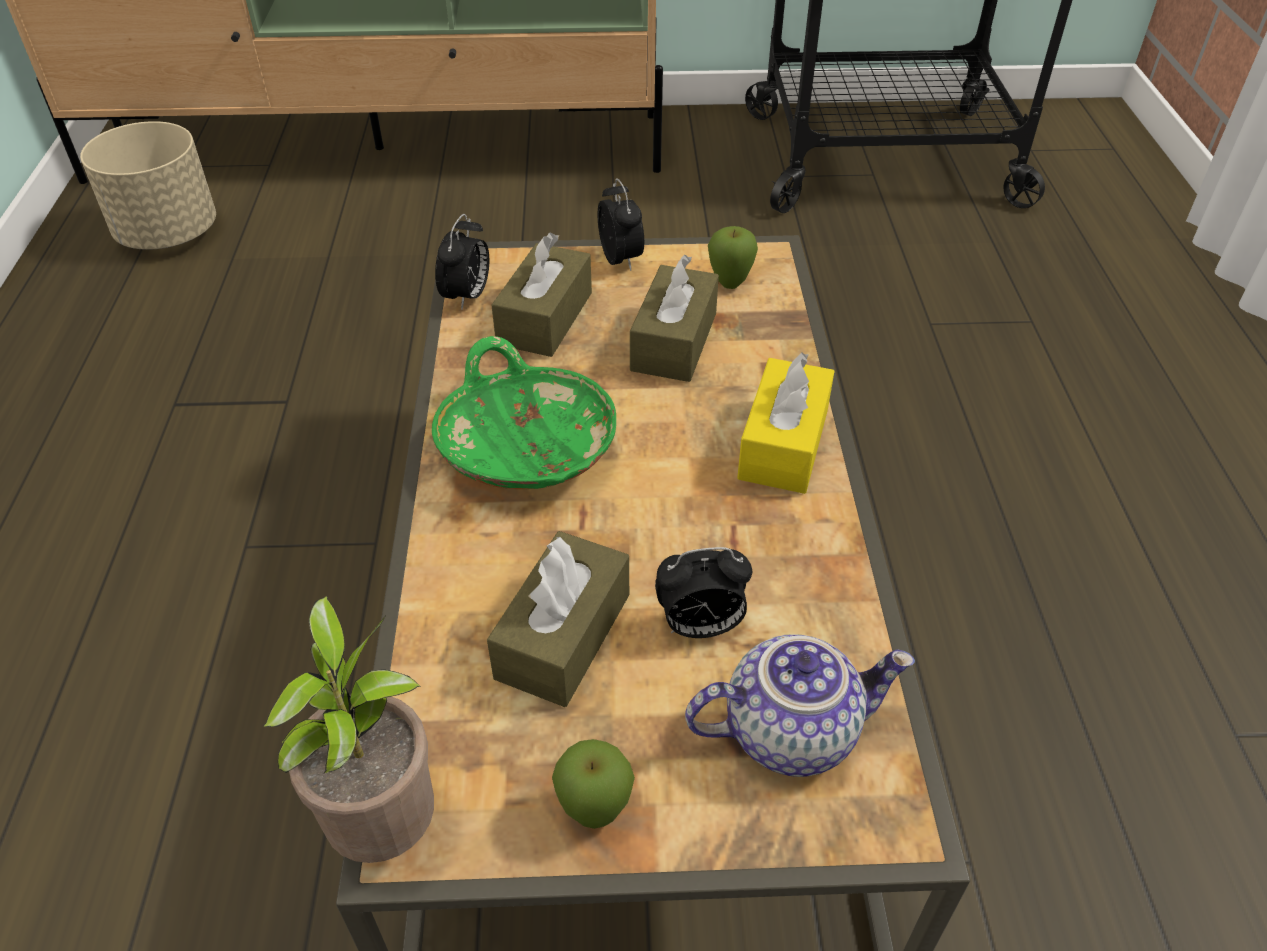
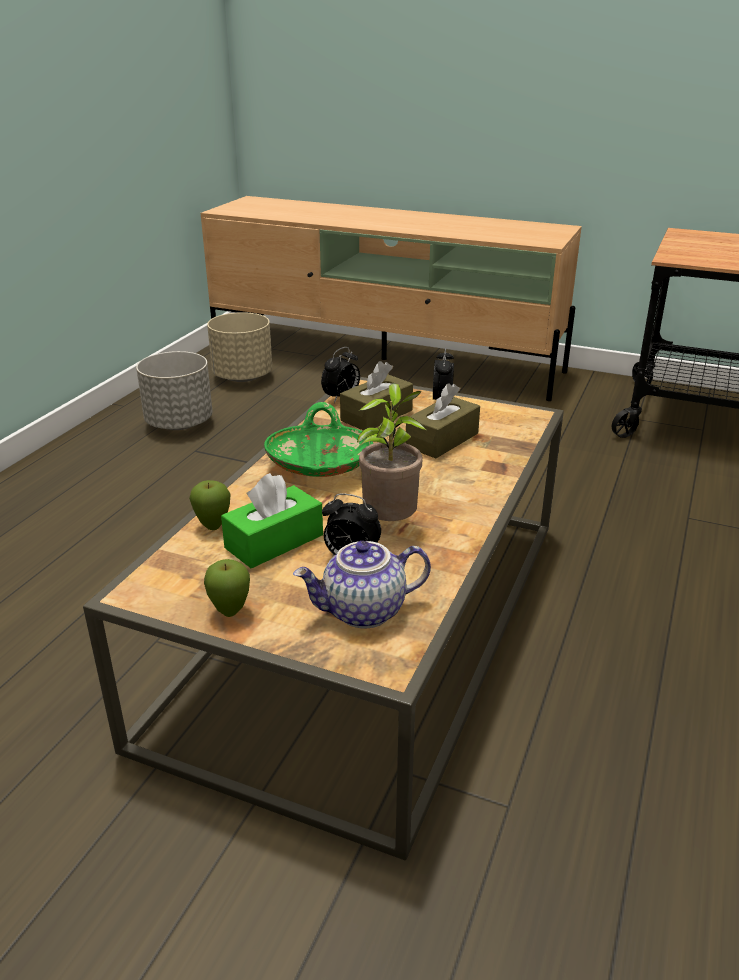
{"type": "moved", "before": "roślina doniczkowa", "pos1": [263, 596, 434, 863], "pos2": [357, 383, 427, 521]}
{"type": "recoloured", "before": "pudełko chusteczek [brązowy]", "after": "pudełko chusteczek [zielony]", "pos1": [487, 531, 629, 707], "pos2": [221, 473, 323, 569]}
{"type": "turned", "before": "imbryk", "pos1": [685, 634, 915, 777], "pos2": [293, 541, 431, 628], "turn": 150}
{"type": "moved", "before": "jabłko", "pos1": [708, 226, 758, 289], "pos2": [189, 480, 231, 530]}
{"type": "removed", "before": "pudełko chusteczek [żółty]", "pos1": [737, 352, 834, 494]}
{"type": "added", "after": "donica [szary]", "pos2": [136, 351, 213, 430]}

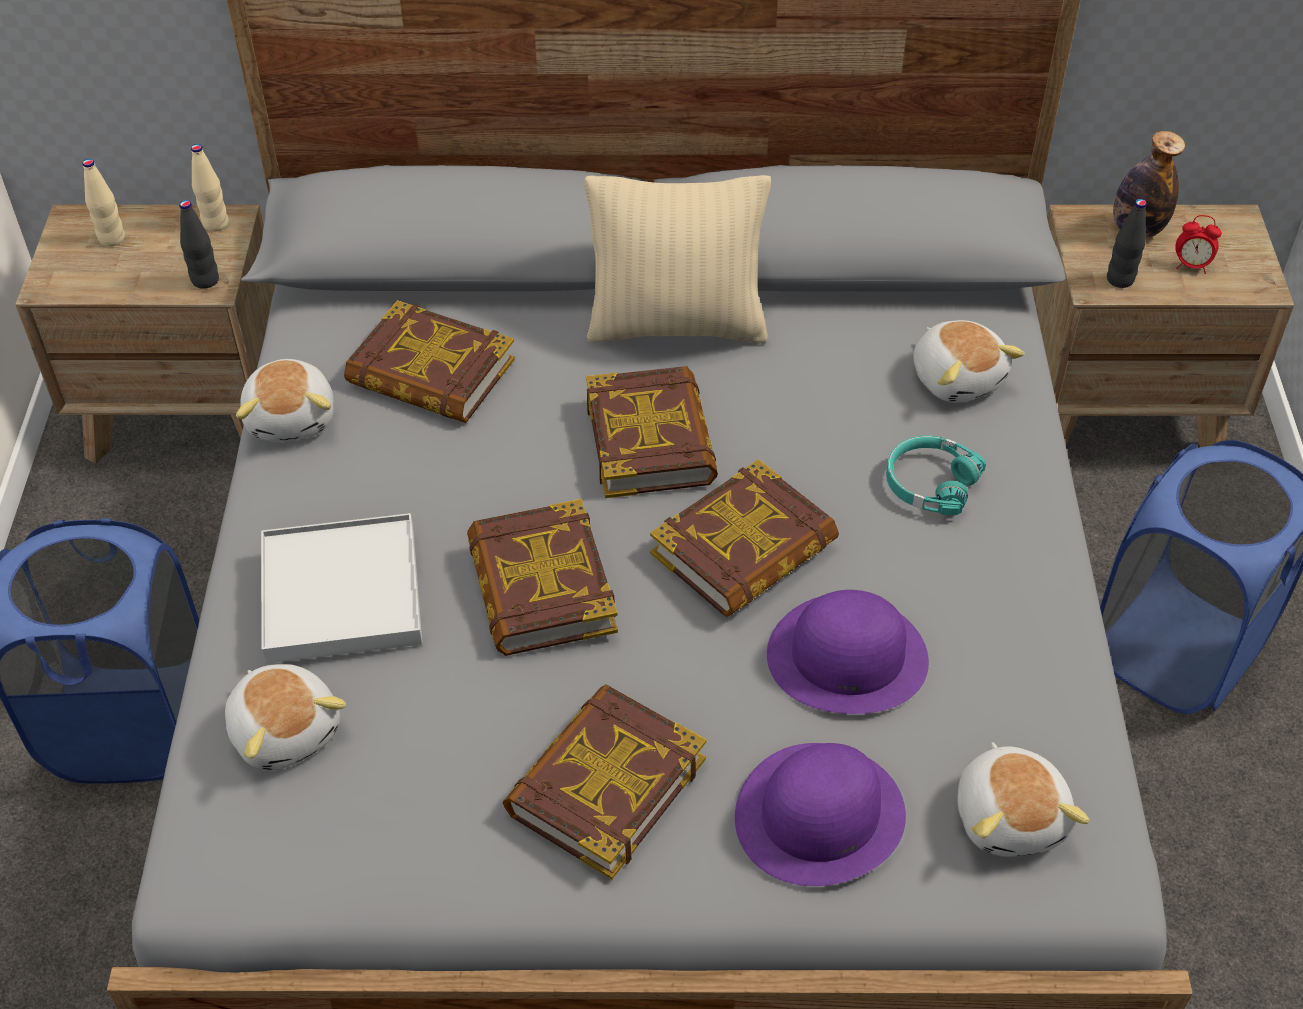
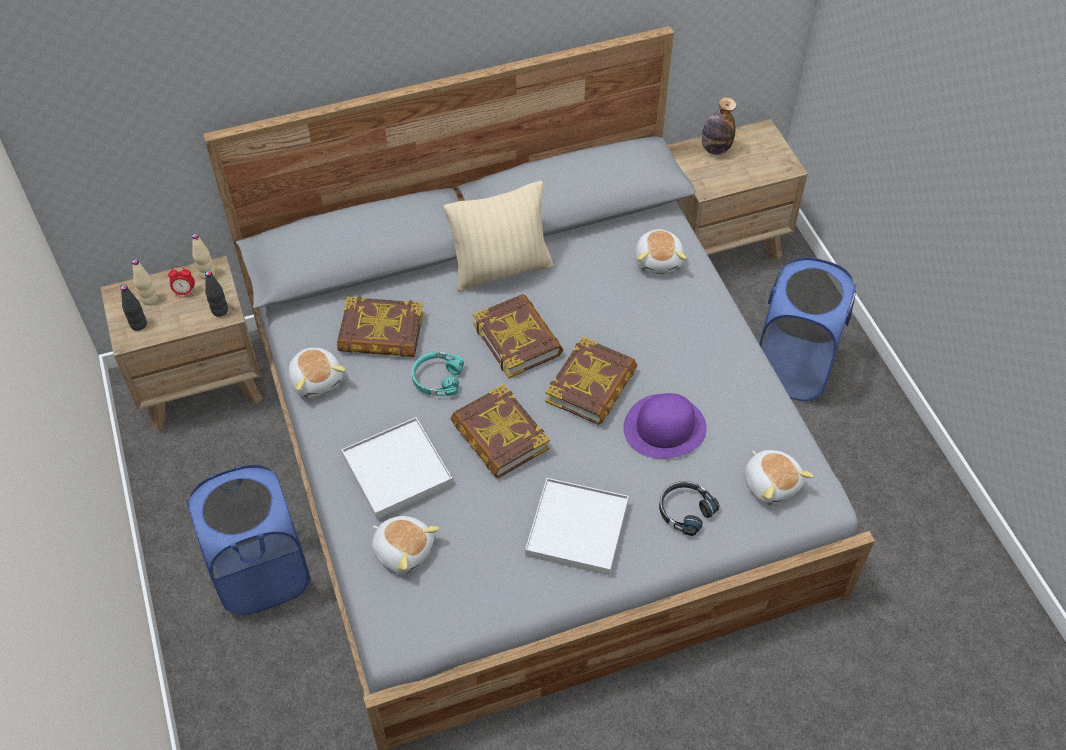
{"type": "replaced", "before": "książka", "after": "taca [biały]", "pos1": [503, 684, 707, 880], "pos2": [525, 478, 629, 576]}
{"type": "replaced", "before": "kapelusz [fioletowy]", "after": "słuchawki [czarny]", "pos1": [735, 743, 906, 886], "pos2": [659, 481, 720, 536]}
{"type": "moved", "before": "słuchawki [turkusowy]", "pos1": [886, 435, 986, 515], "pos2": [411, 352, 464, 396]}
{"type": "turned", "before": "pluszak", "pos1": [913, 320, 1024, 403], "pos2": [635, 229, 687, 274], "turn": 45}
{"type": "moved", "before": "butelka [czarny]", "pos1": [1107, 199, 1147, 288], "pos2": [120, 285, 147, 331]}
{"type": "moved", "before": "budzik", "pos1": [1175, 215, 1222, 274], "pos2": [168, 266, 195, 297]}

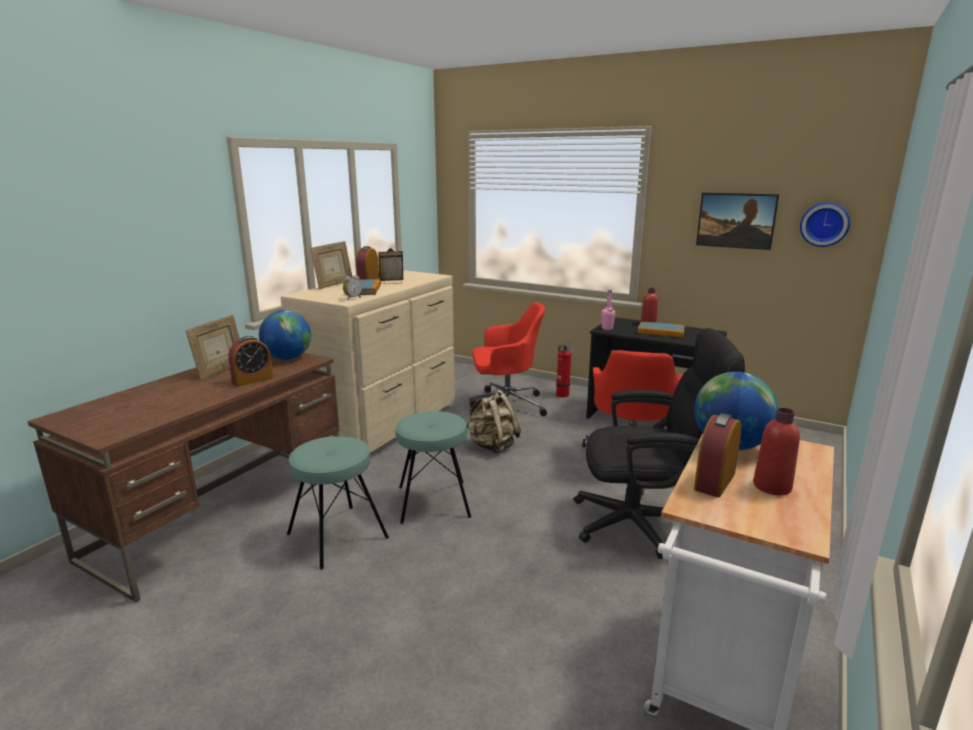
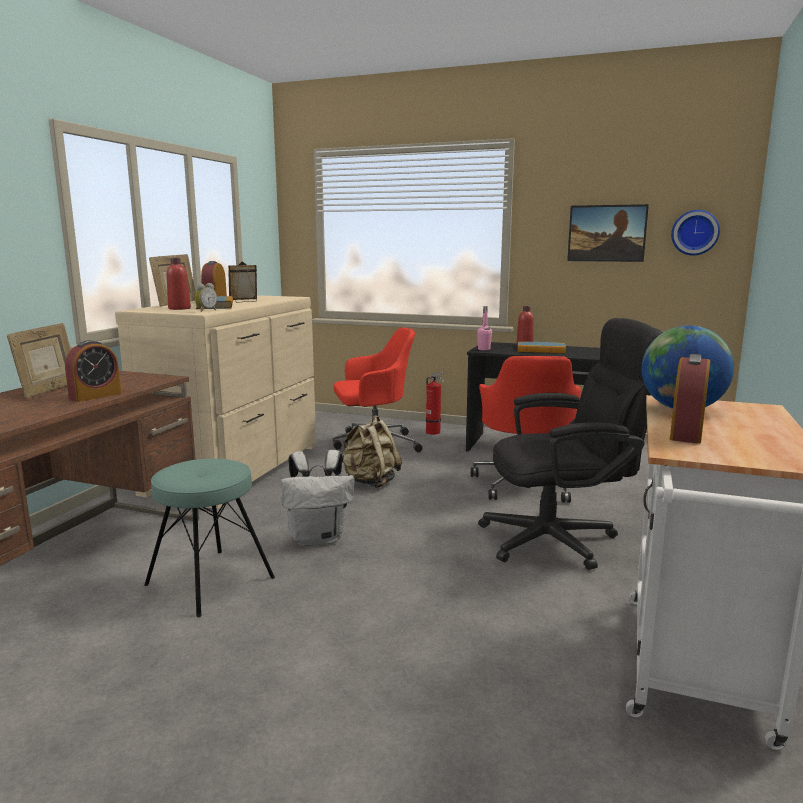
{"type": "removed", "before": "globus", "pos1": [259, 310, 311, 360]}
{"type": "replaced", "before": "stołek [turkusowy]", "after": "plecak [biały]", "pos1": [395, 411, 471, 524], "pos2": [281, 450, 355, 546]}
{"type": "moved", "before": "butelka [czerwony]", "pos1": [753, 408, 800, 495], "pos2": [166, 258, 191, 310]}

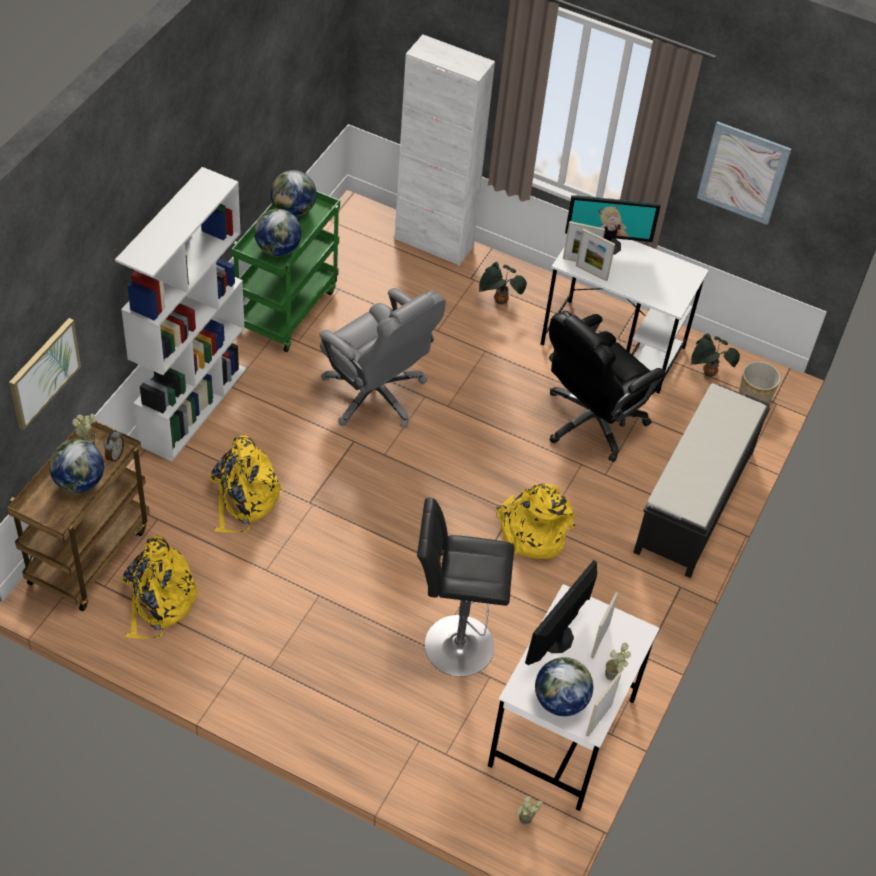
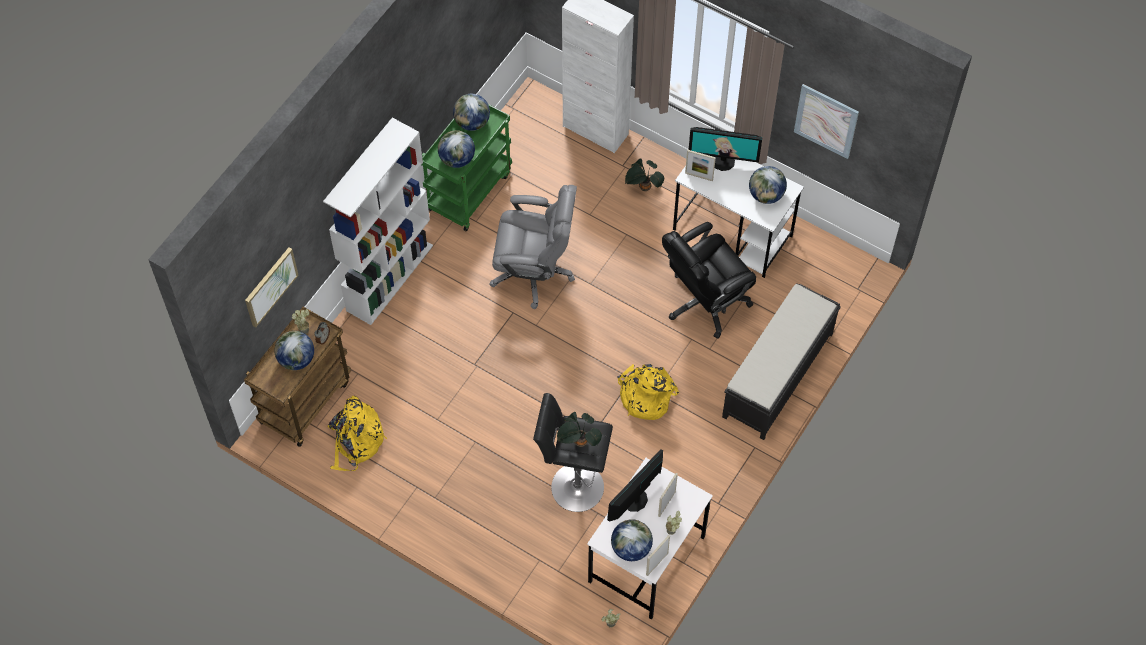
{"type": "removed", "before": "plecak [żółty]", "pos1": [208, 435, 285, 533]}
{"type": "turned", "before": "krzesło biurowe [szary]", "pos1": [319, 288, 446, 427], "pos2": [489, 185, 577, 309], "turn": -45}
{"type": "removed", "before": "ramka na zdjęcie", "pos1": [576, 229, 615, 281]}
{"type": "moved", "before": "roślina doniczkowa", "pos1": [691, 333, 740, 377], "pos2": [557, 412, 602, 447]}
{"type": "removed", "before": "donica", "pos1": [739, 361, 781, 403]}
{"type": "added", "after": "globus", "pos2": [749, 166, 787, 204]}

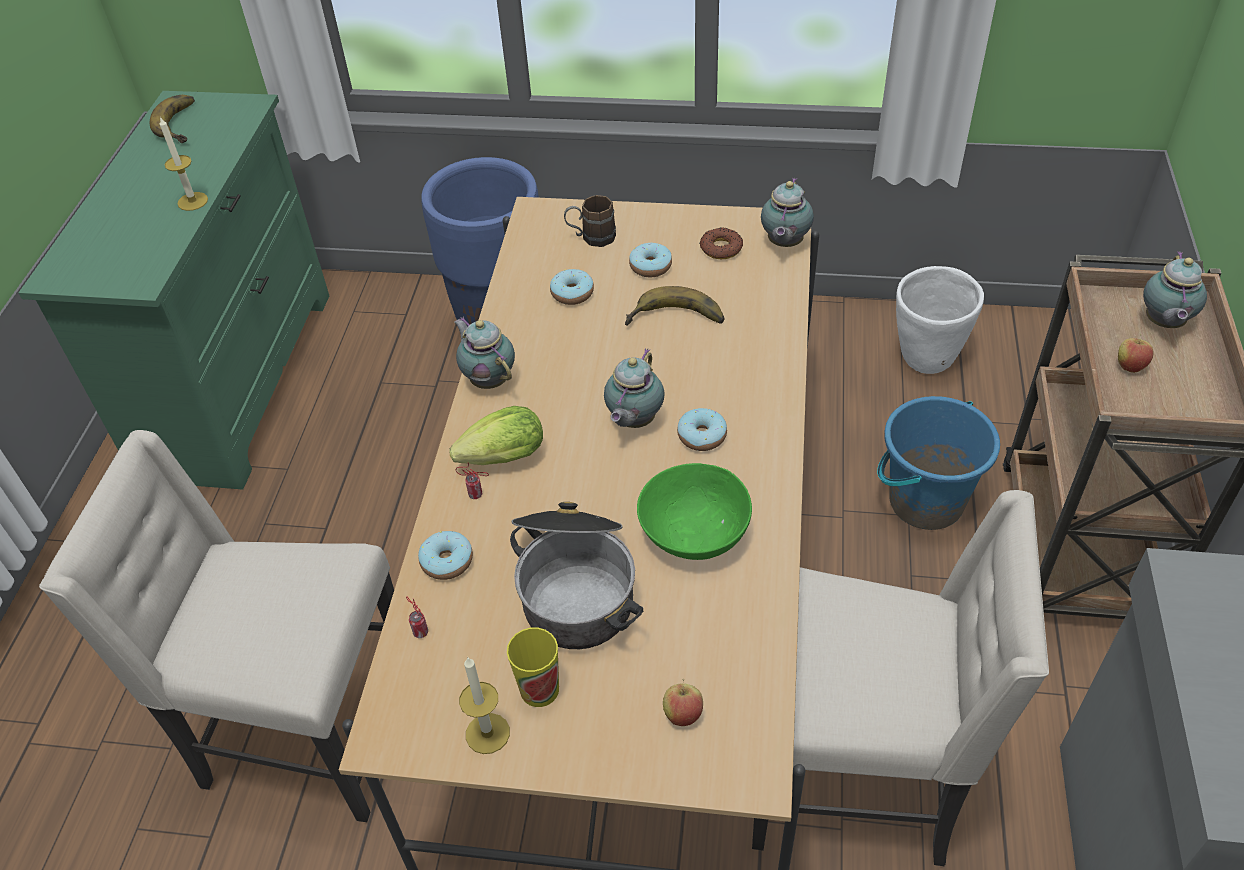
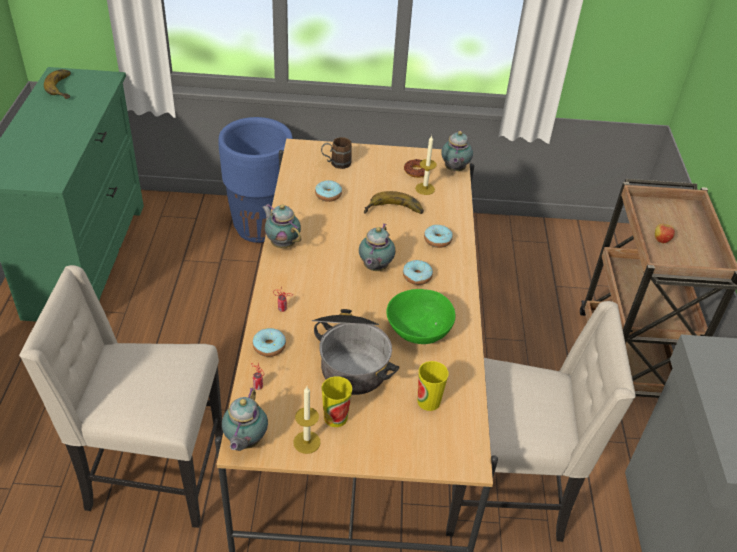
{"type": "moved", "before": "świeca", "pos1": [160, 117, 208, 211], "pos2": [415, 135, 437, 195]}
{"type": "removed", "before": "sałata", "pos1": [449, 406, 543, 465]}
{"type": "moved", "before": "donut", "pos1": [629, 243, 672, 277], "pos2": [424, 225, 453, 248]}
{"type": "removed", "before": "jabłko", "pos1": [663, 679, 703, 726]}
{"type": "removed", "before": "wiadro [niebieski]", "pos1": [877, 396, 1000, 530]}
{"type": "removed", "before": "donica [biały]", "pos1": [896, 266, 984, 374]}
{"type": "moved", "before": "imbryk", "pos1": [1143, 251, 1207, 328], "pos2": [222, 387, 268, 451]}
{"type": "added", "after": "filiżanka", "pos2": [417, 361, 448, 411]}

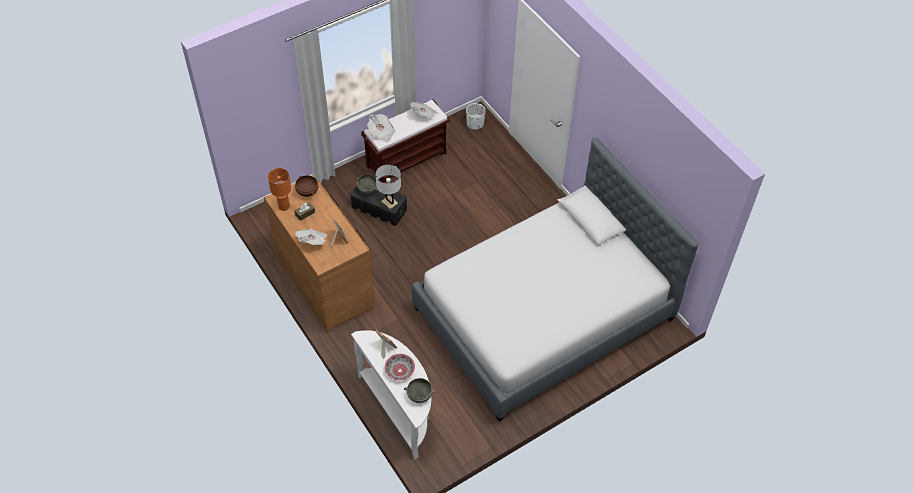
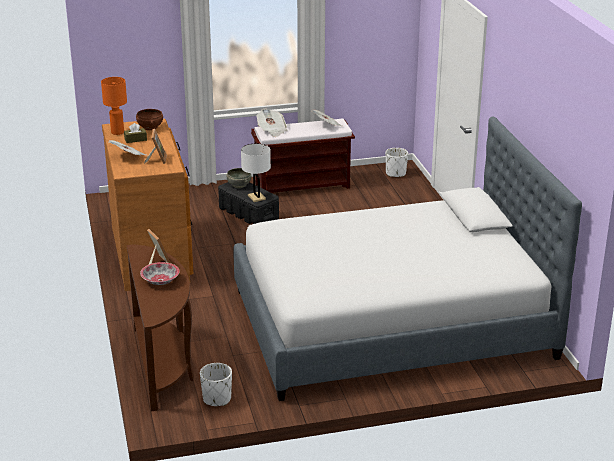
{"type": "recoloured", "before": "stolik konsolowy [biały]", "after": "stolik konsolowy [brązowy]", "pos1": [351, 330, 432, 460], "pos2": [127, 244, 194, 411]}
{"type": "removed", "before": "miska [szary]", "pos1": [404, 378, 435, 403]}
{"type": "added", "after": "donica [biały]", "pos2": [200, 363, 232, 406]}

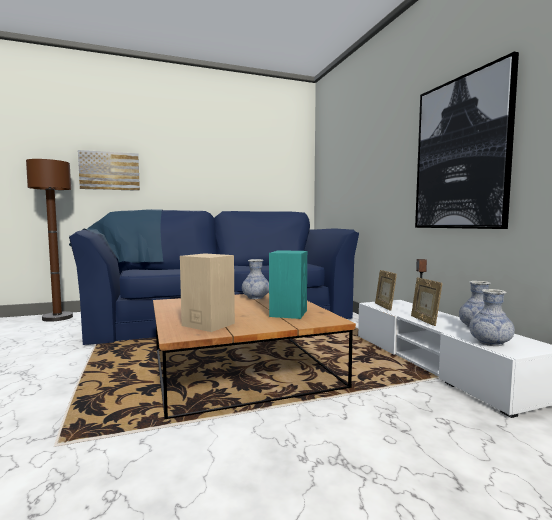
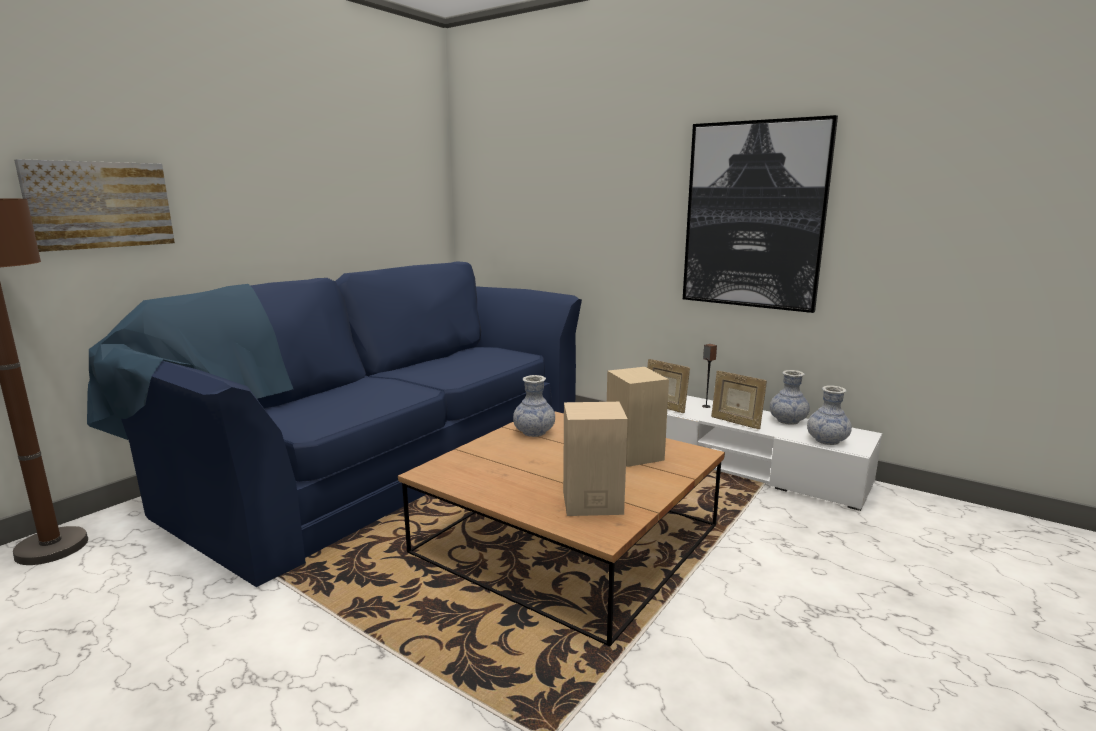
{"type": "recoloured", "before": "głośnik [turkusowy]", "after": "głośnik [beżowy]", "pos1": [269, 250, 307, 319], "pos2": [607, 367, 669, 467]}

